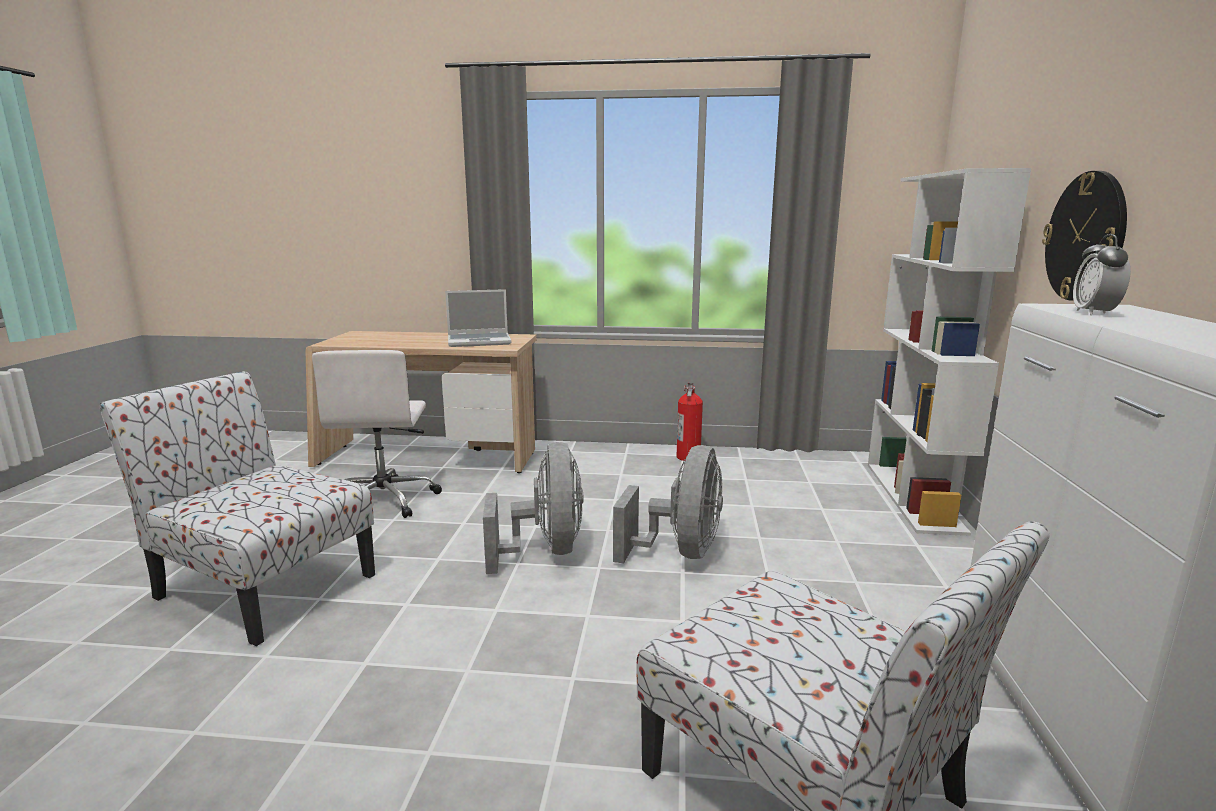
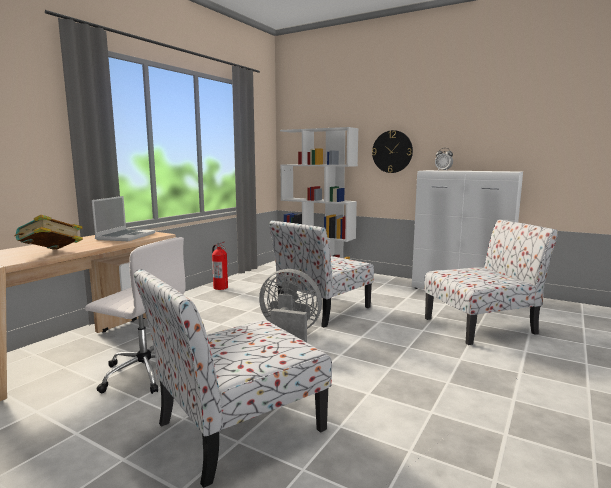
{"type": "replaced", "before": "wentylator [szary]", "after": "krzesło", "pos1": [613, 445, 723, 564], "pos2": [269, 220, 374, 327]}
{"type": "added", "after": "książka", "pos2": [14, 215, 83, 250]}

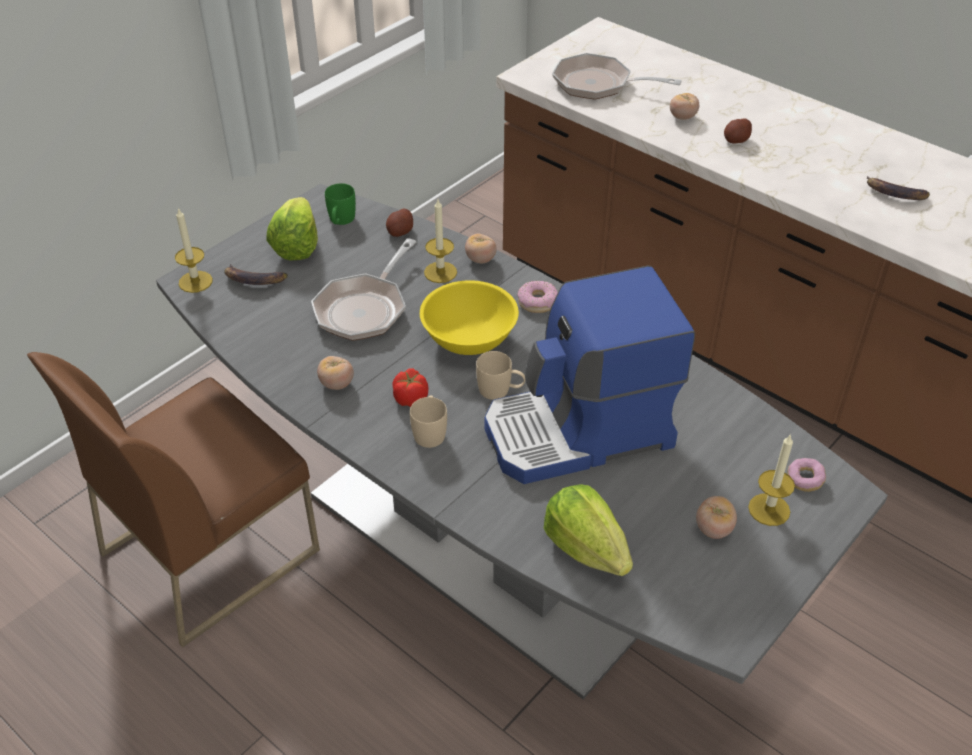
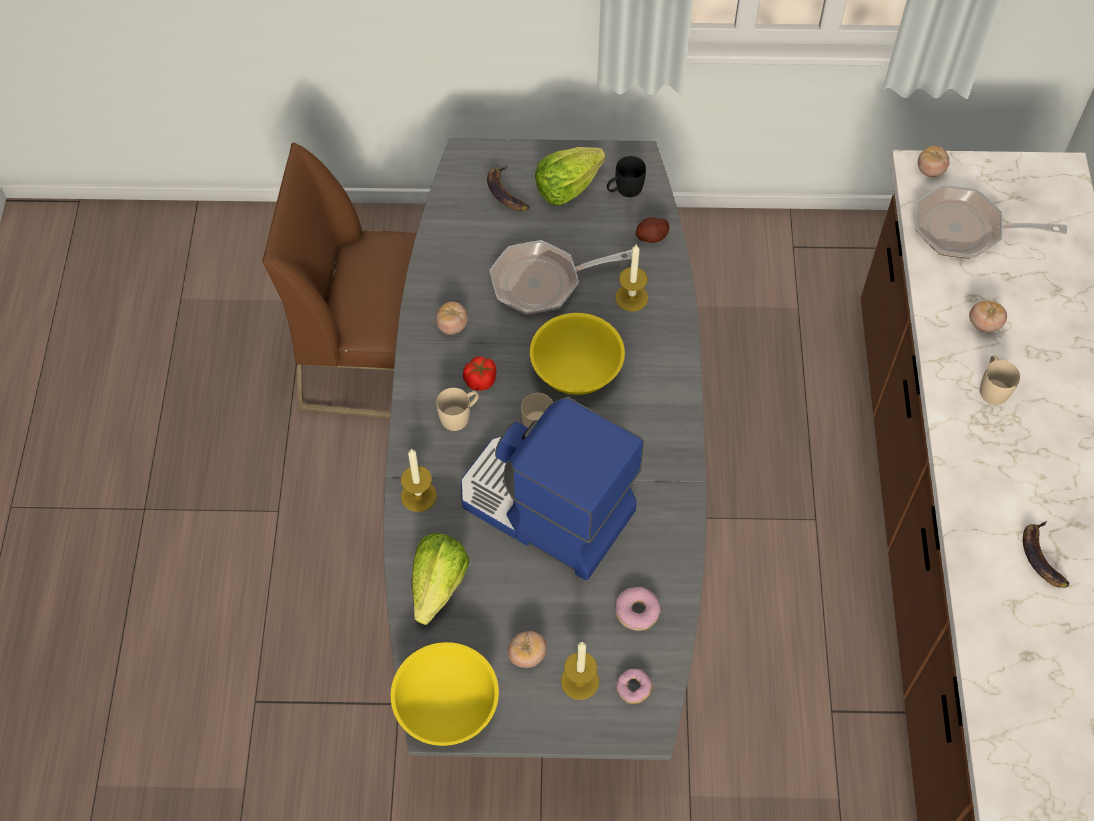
{"type": "moved", "before": "świeca", "pos1": [175, 207, 213, 293], "pos2": [401, 449, 437, 512]}
{"type": "recoloured", "before": "kubek [zielony]", "after": "kubek [czarny]", "pos1": [325, 183, 356, 225], "pos2": [607, 156, 646, 197]}
{"type": "moved", "before": "pomidor", "pos1": [465, 233, 497, 263], "pos2": [918, 146, 949, 177]}
{"type": "moved", "before": "donut", "pos1": [517, 281, 558, 313], "pos2": [615, 587, 661, 631]}
{"type": "turned", "before": "patelnia", "pos1": [552, 53, 682, 100], "pos2": [915, 185, 1067, 258], "turn": -60}
{"type": "replaced", "before": "ziemniak", "after": "kubek [beżowy]", "pos1": [724, 118, 752, 144], "pos2": [980, 355, 1020, 405]}
{"type": "added", "after": "miska [żółty]", "pos2": [391, 642, 499, 746]}

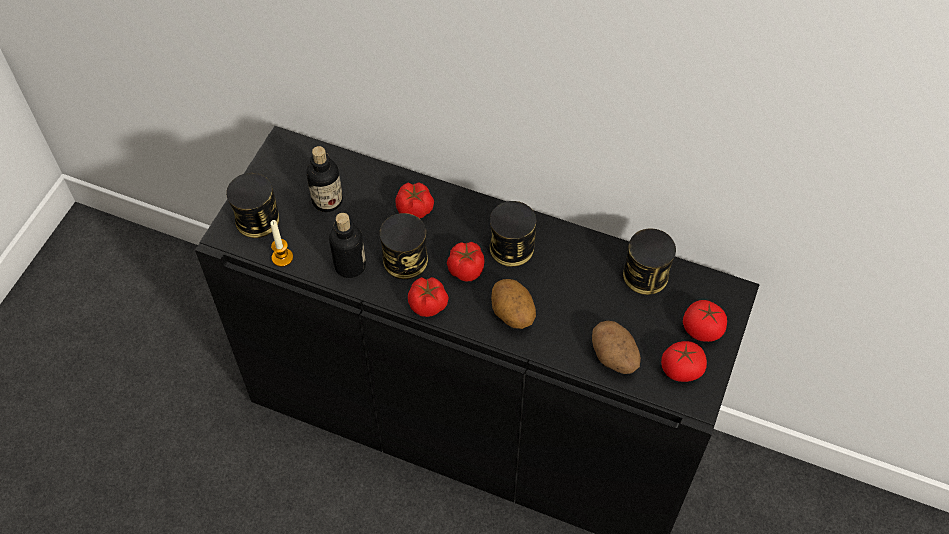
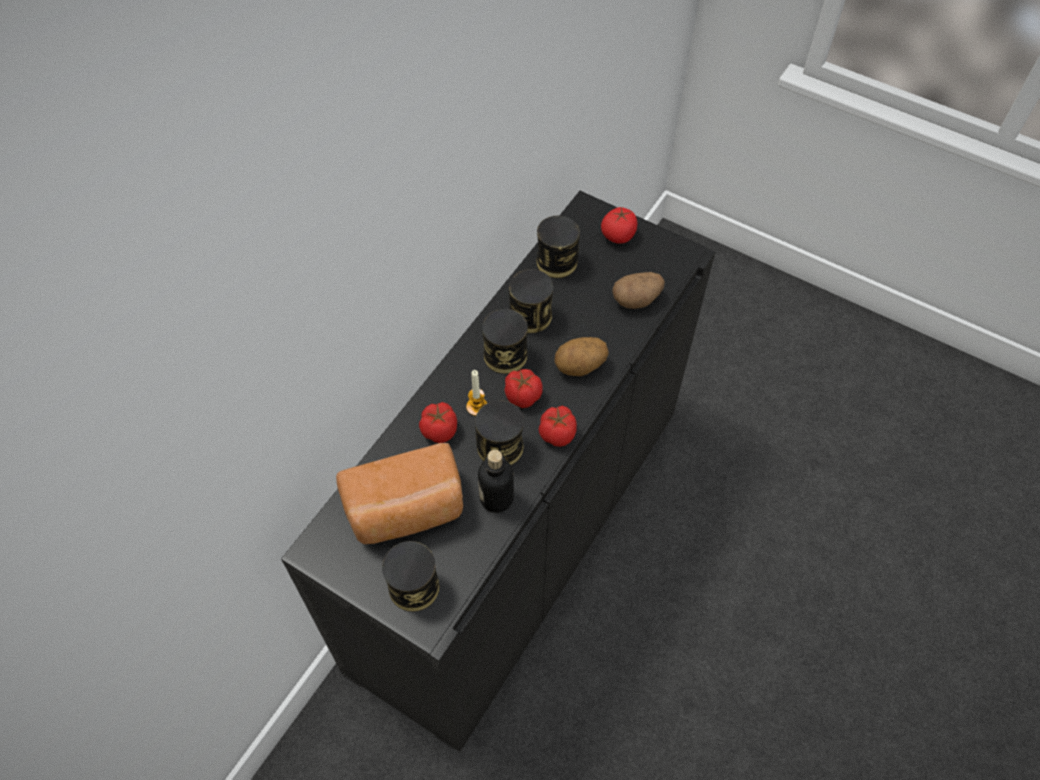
{"type": "moved", "before": "świeca", "pos1": [270, 220, 293, 267], "pos2": [466, 370, 487, 416]}
{"type": "replaced", "before": "butelka", "after": "chleb", "pos1": [307, 146, 343, 212], "pos2": [336, 443, 463, 544]}
{"type": "removed", "before": "pomidor", "pos1": [661, 341, 707, 382]}
{"type": "added", "after": "puszka", "pos2": [509, 269, 554, 333]}

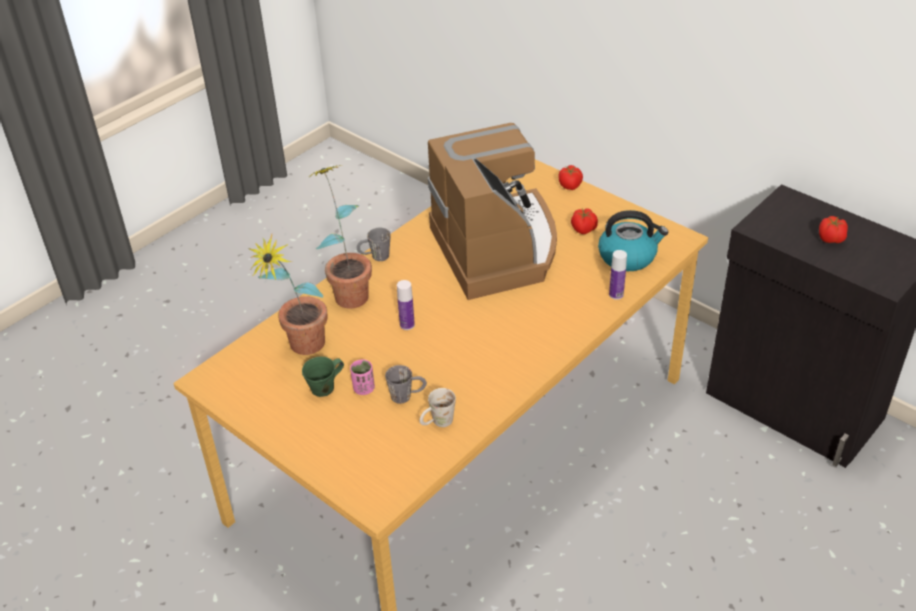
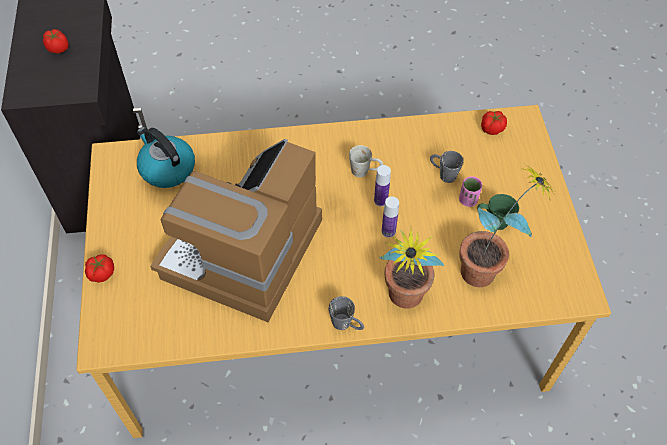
{"type": "moved", "before": "kubek [biały]", "pos1": [420, 388, 456, 427], "pos2": [349, 145, 383, 177]}
{"type": "moved", "before": "pomidor", "pos1": [571, 208, 598, 234], "pos2": [481, 111, 507, 135]}
{"type": "moved", "before": "butelka", "pos1": [609, 250, 627, 300], "pos2": [374, 165, 391, 206]}

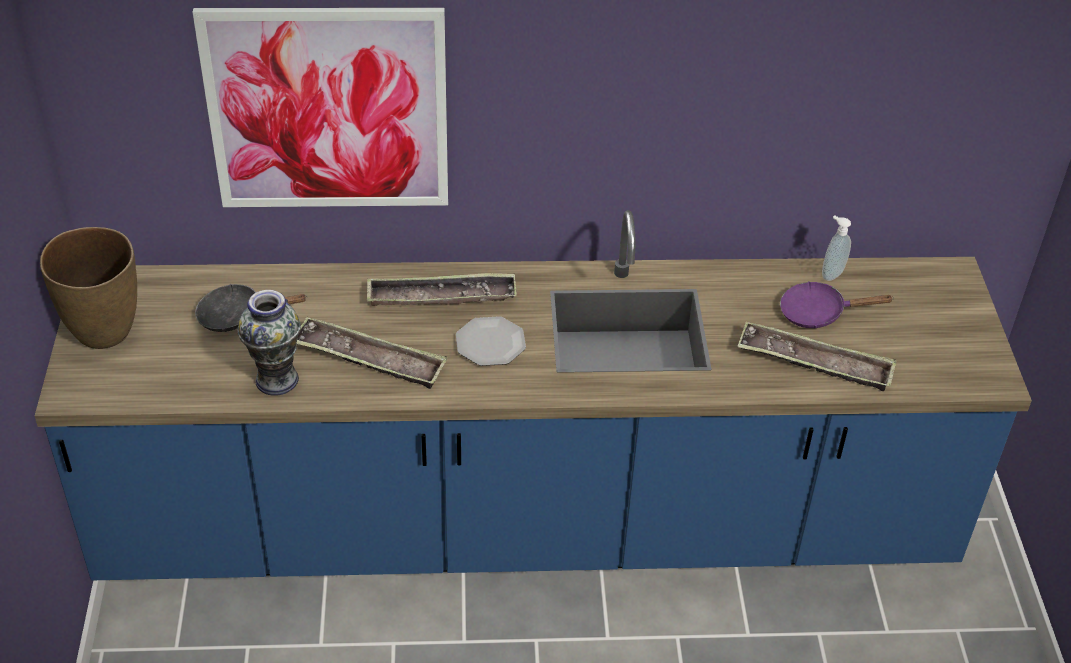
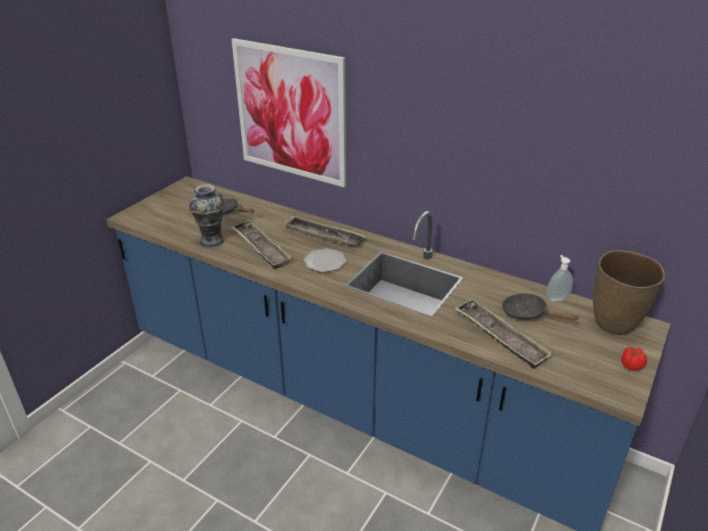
{"type": "moved", "before": "wazon [brązowy]", "pos1": [40, 227, 137, 349], "pos2": [593, 250, 665, 335]}
{"type": "recoloured", "before": "patelnia [fioletowy]", "after": "patelnia [czarny]", "pos1": [780, 281, 894, 328], "pos2": [502, 293, 578, 321]}
{"type": "added", "after": "pomidor", "pos2": [621, 347, 647, 371]}

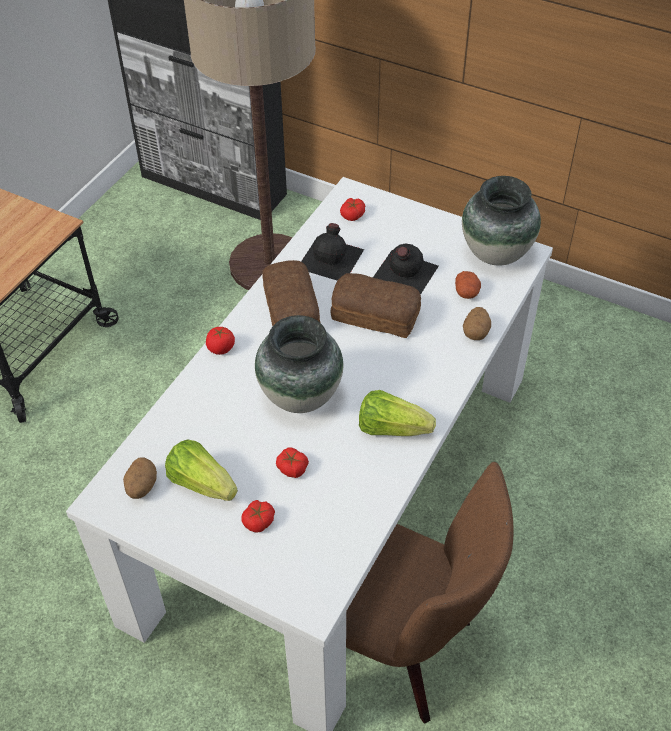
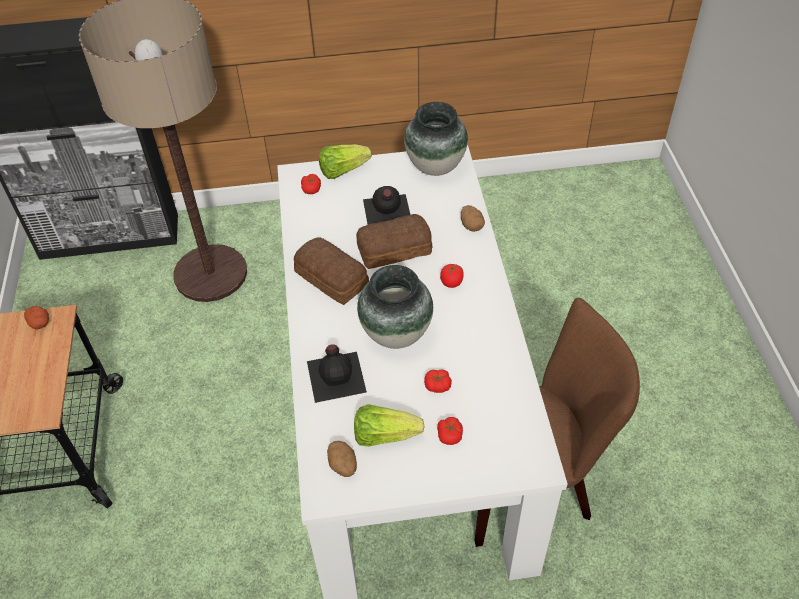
{"type": "moved", "before": "pomidor", "pos1": [206, 327, 235, 355], "pos2": [440, 264, 464, 288]}
{"type": "moved", "before": "butelka [czarny]", "pos1": [301, 223, 364, 281], "pos2": [307, 344, 367, 403]}
{"type": "moved", "before": "sałata", "pos1": [359, 390, 436, 436], "pos2": [319, 144, 372, 179]}
{"type": "moved", "before": "ziemniak", "pos1": [455, 271, 481, 299], "pos2": [24, 306, 49, 329]}

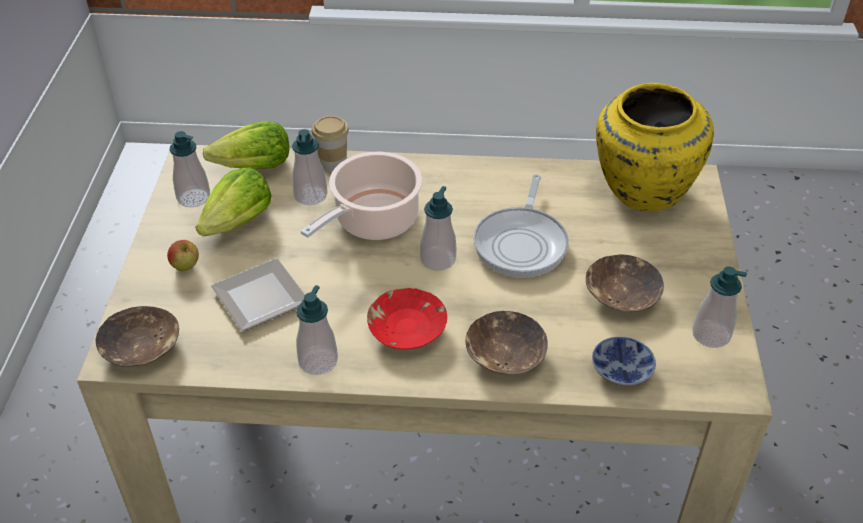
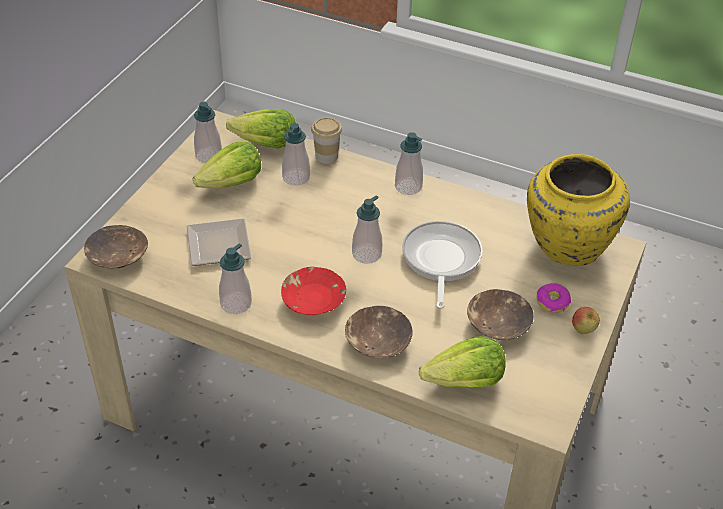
{"type": "moved", "before": "jabłko", "pos1": [167, 240, 199, 272], "pos2": [572, 307, 600, 334]}
{"type": "removed", "before": "garnek", "pos1": [301, 152, 422, 240]}
{"type": "turned", "before": "patelnia", "pos1": [473, 174, 569, 278], "pos2": [402, 221, 483, 309], "turn": 150}
{"type": "replaced", "before": "miska", "after": "sałata", "pos1": [592, 337, 656, 386], "pos2": [419, 336, 506, 388]}
{"type": "moved", "before": "dozownik mydła", "pos1": [692, 266, 747, 348], "pos2": [395, 132, 423, 195]}
{"type": "added", "after": "donut", "pos2": [537, 283, 571, 313]}

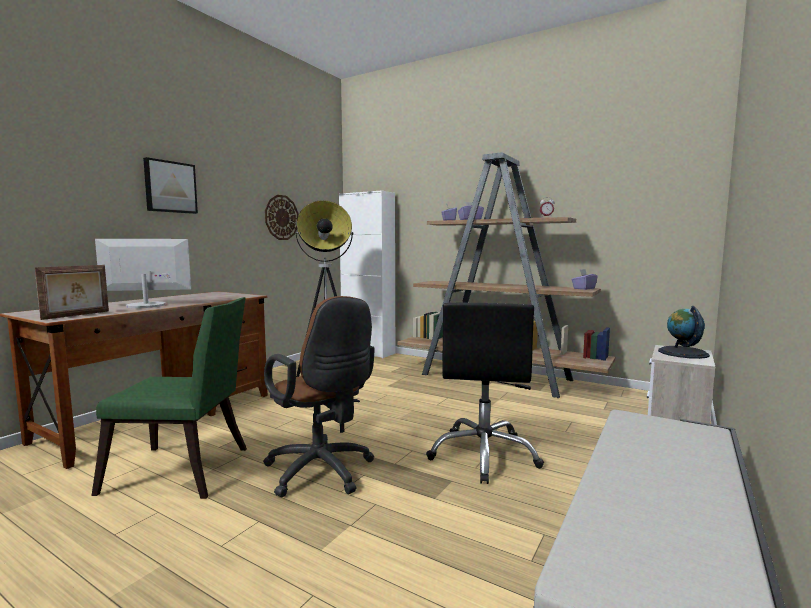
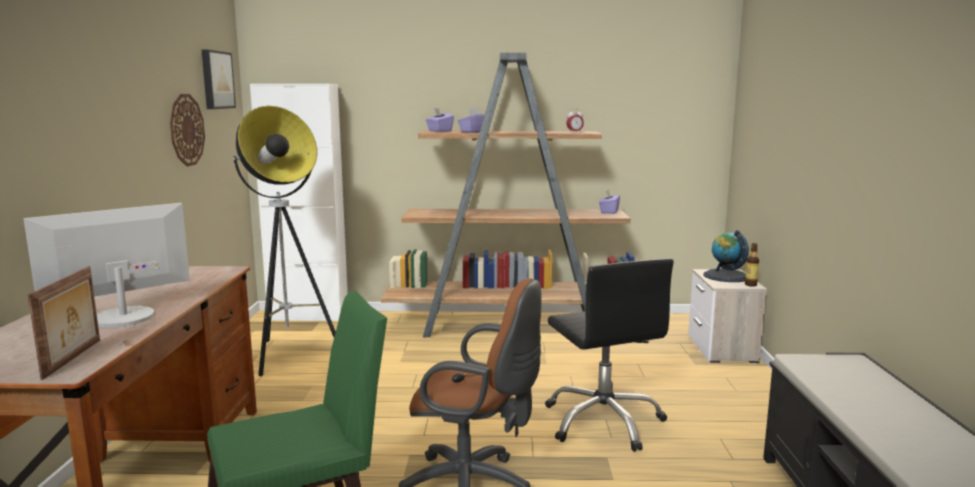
{"type": "moved", "before": "obraz", "pos1": [143, 157, 198, 214], "pos2": [202, 50, 236, 109]}
{"type": "added", "after": "butelka", "pos2": [745, 243, 759, 286]}

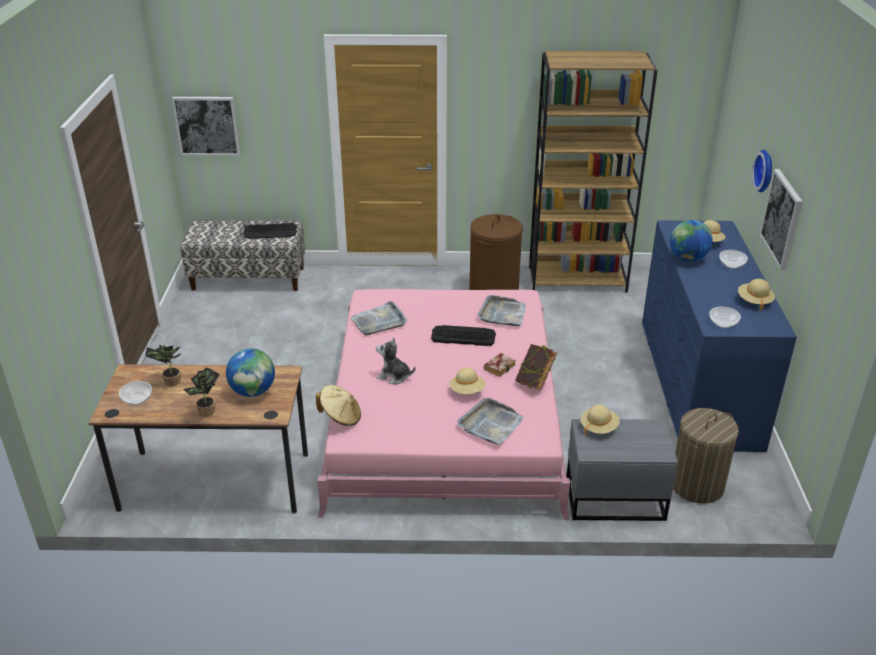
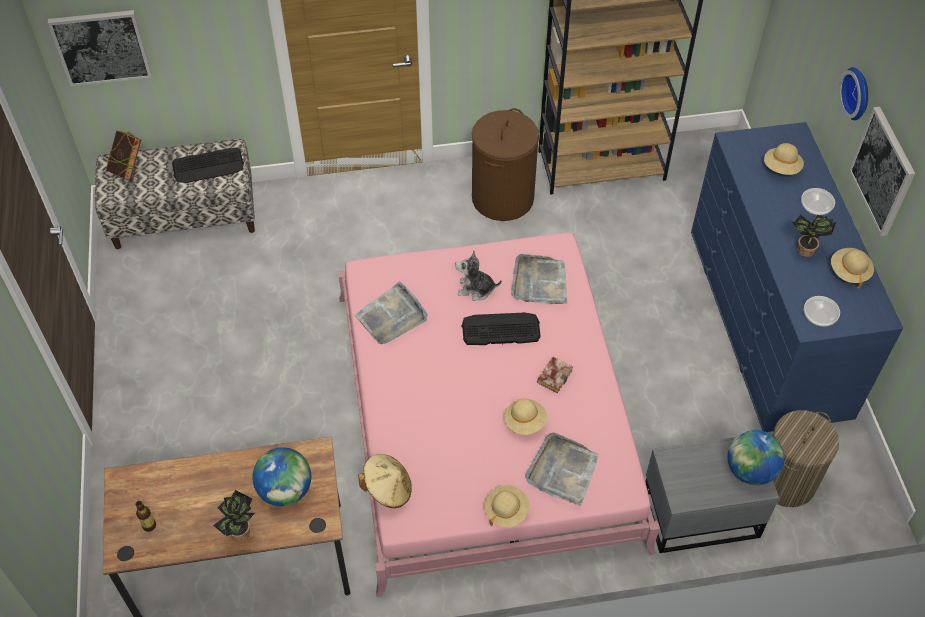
{"type": "replaced", "before": "miska", "after": "butelka", "pos1": [119, 381, 152, 405], "pos2": [136, 501, 156, 532]}
{"type": "moved", "before": "roślina doniczkowa", "pos1": [145, 345, 181, 386], "pos2": [792, 214, 836, 257]}
{"type": "moved", "before": "pluszak", "pos1": [376, 338, 415, 384], "pos2": [455, 251, 502, 301]}
{"type": "moved", "before": "książka", "pos1": [515, 344, 557, 390], "pos2": [106, 131, 141, 180]}
{"type": "moved", "before": "kapelusz [beżowy]", "pos1": [580, 405, 620, 435], "pos2": [484, 485, 530, 528]}
{"type": "moved", "before": "globus", "pos1": [670, 220, 713, 262], "pos2": [728, 430, 784, 485]}

